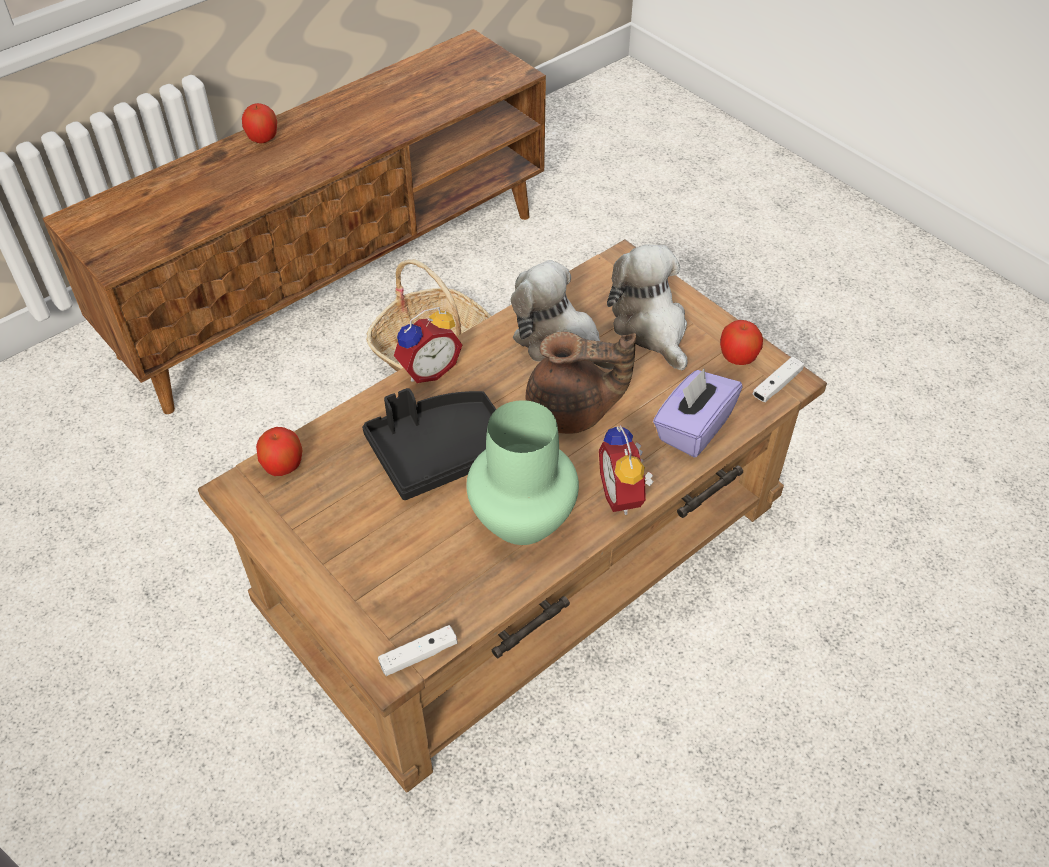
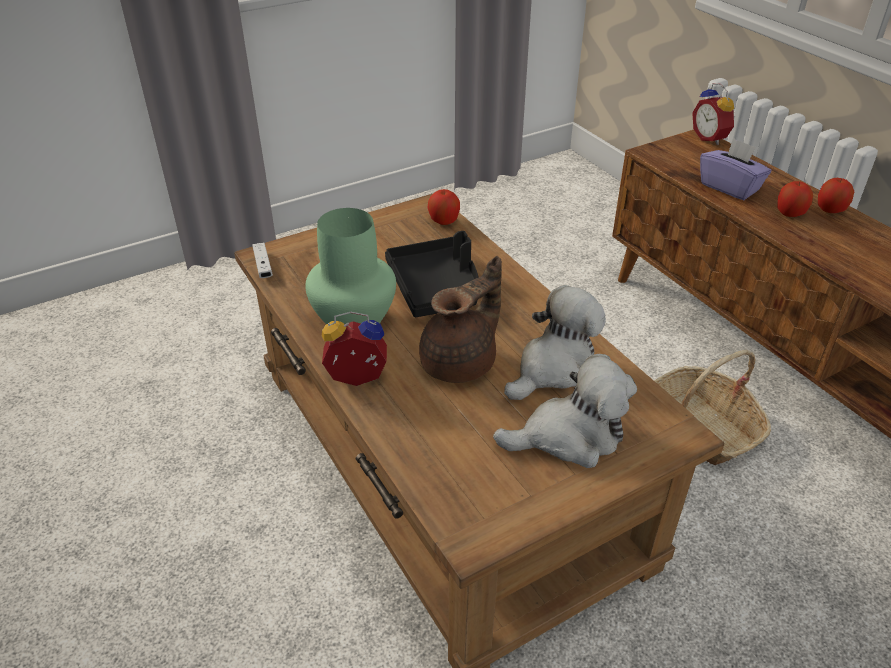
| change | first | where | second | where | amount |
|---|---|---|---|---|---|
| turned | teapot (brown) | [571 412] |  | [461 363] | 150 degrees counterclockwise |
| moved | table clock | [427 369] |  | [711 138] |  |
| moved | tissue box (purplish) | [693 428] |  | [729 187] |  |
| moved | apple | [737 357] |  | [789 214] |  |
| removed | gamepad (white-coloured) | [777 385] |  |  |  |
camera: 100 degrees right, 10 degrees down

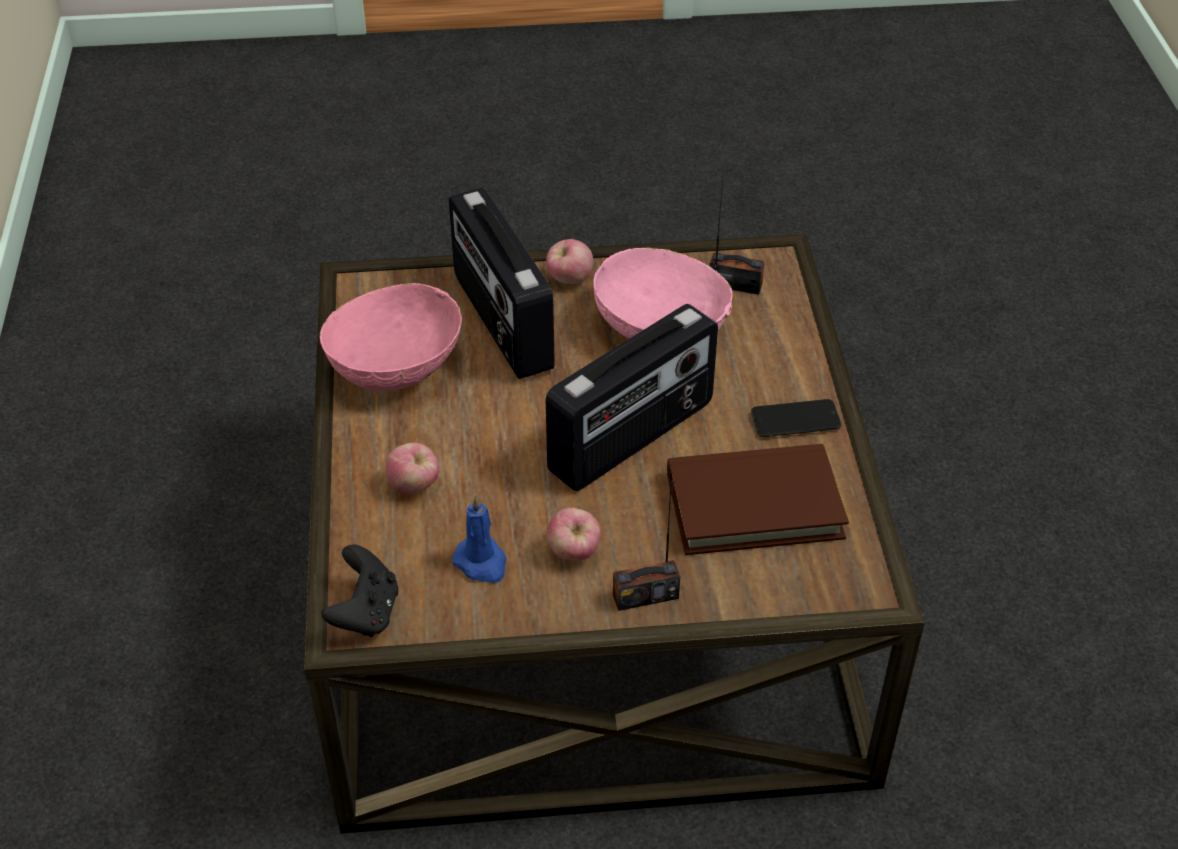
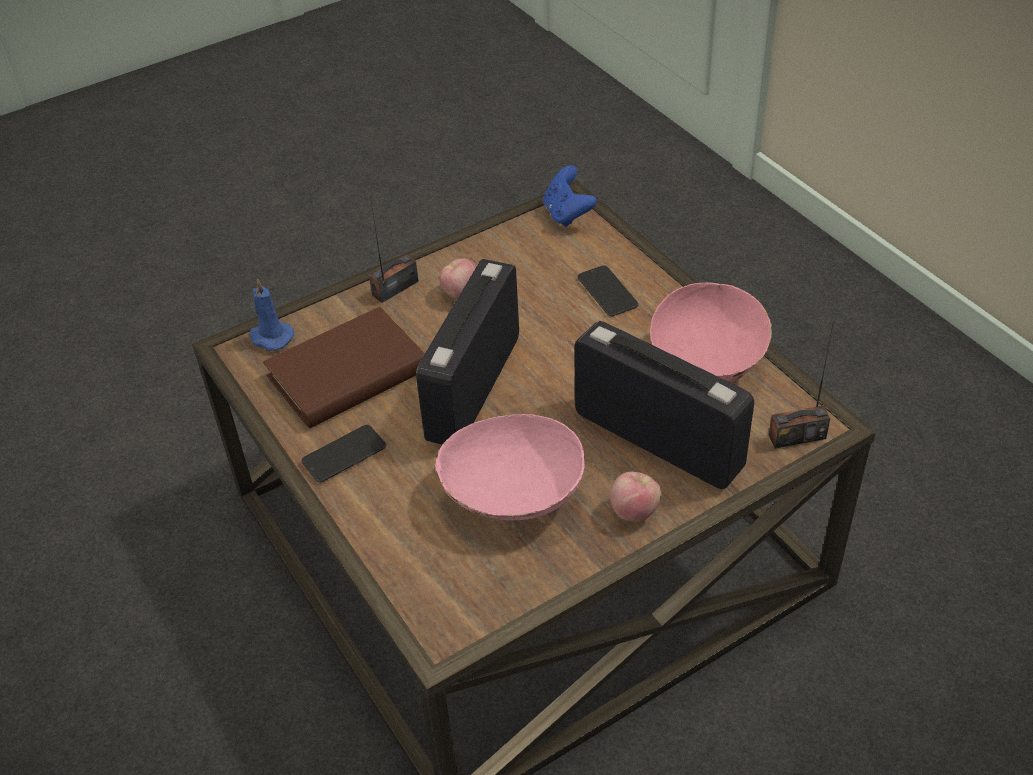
| change | first | where | second | where | amount |
|---|---|---|---|---|---|
| moved | wax candle (blue-coloured) | [482 563] |  | [270 337] |  |
| recoloured | gamepad (blackish) | [365 613] | gamepad (blue-coloured) | [567 214] |  |
| replaced | apple | [414 486] | handset | [607 292] |  |
| moved | radio set | [735 284] |  | [797 436] |  |
camera: 155 degrees right, 0 degrees up

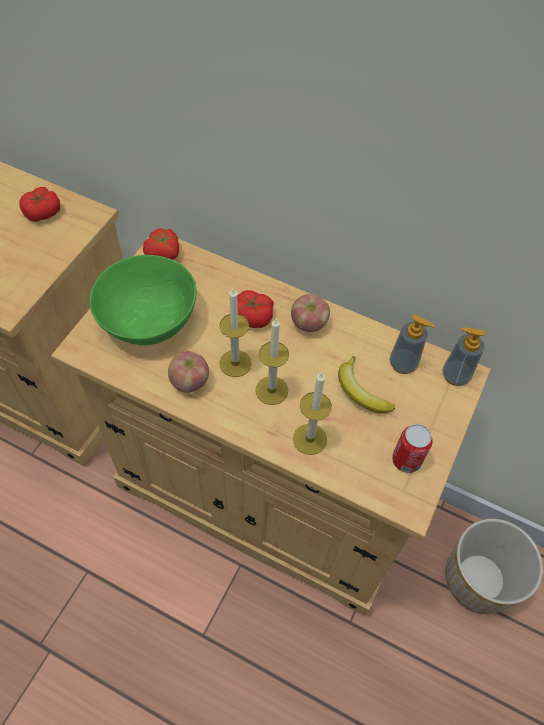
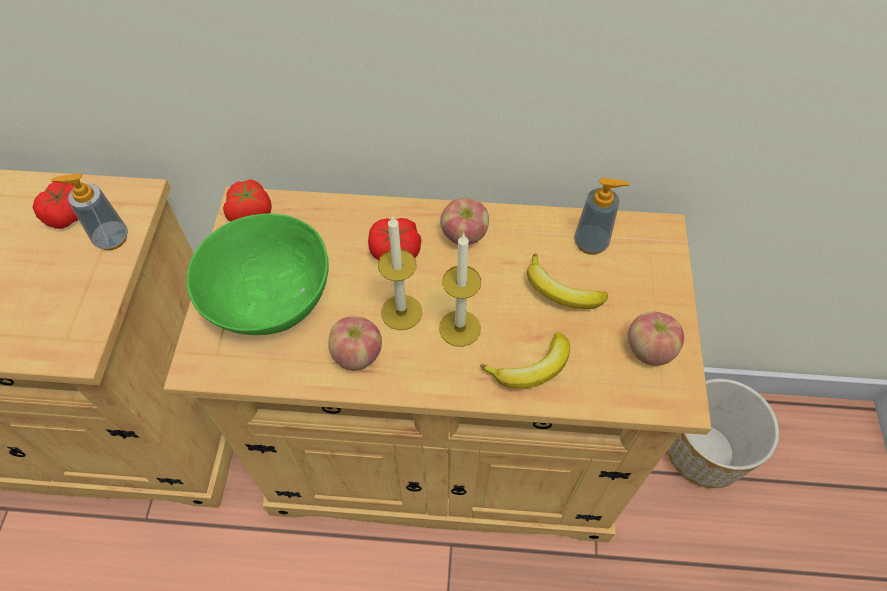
| change | first | where | second | where | amount |
|---|---|---|---|---|---|
| moved | soap bottle | [455 375] |  | [112 238] |  |
| replaced | wax candle | [309 439] | whole banana | [531 368] |  |
| replaced | metal can | [406 460] | apple | [649 349] |  |
camera: 20 degrees left, 0 degrees up

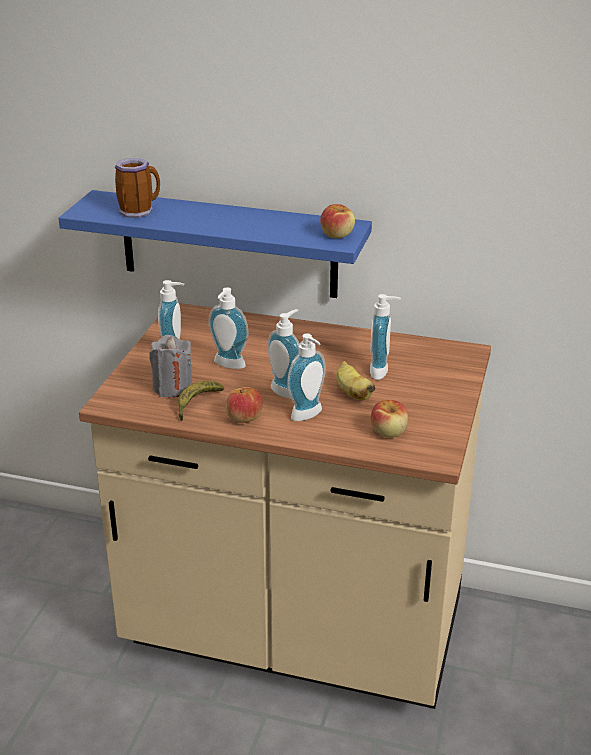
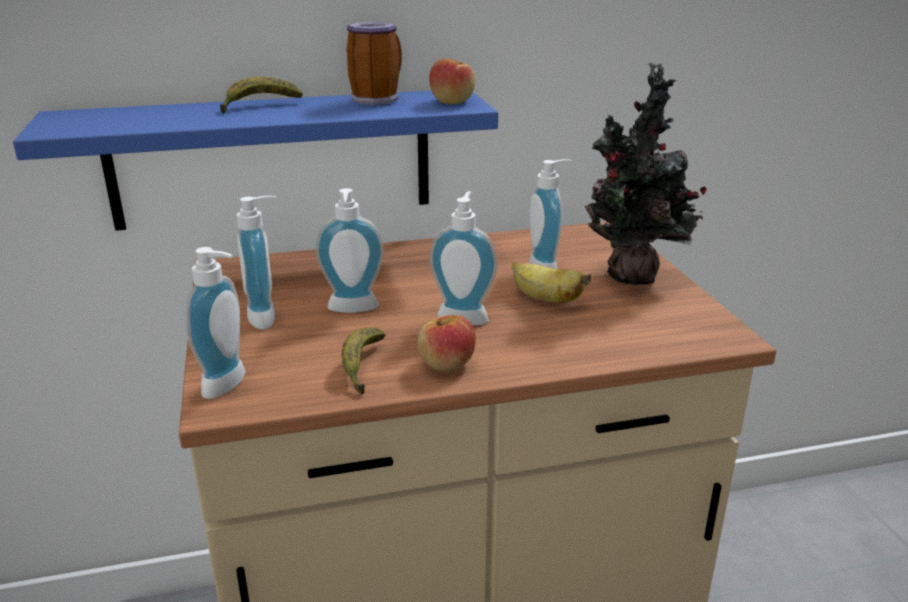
| change | first | where | second | where | amount |
|---|---|---|---|---|---|
| moved | soap bottle | [309 416] |  | [230 385] |  |
| added |  |  | whole banana | [259 106] |  |
| moved | coffee mug | [139 211] |  | [377 99] |  |
| added |  |  | potted plant | [633 278] |  |
| removed | wax candle (gray) | [172 387] |  |  |  |
| removed | apple | [389 432] |  |  |  |
camera: 30 degrees left, 5 degrees down

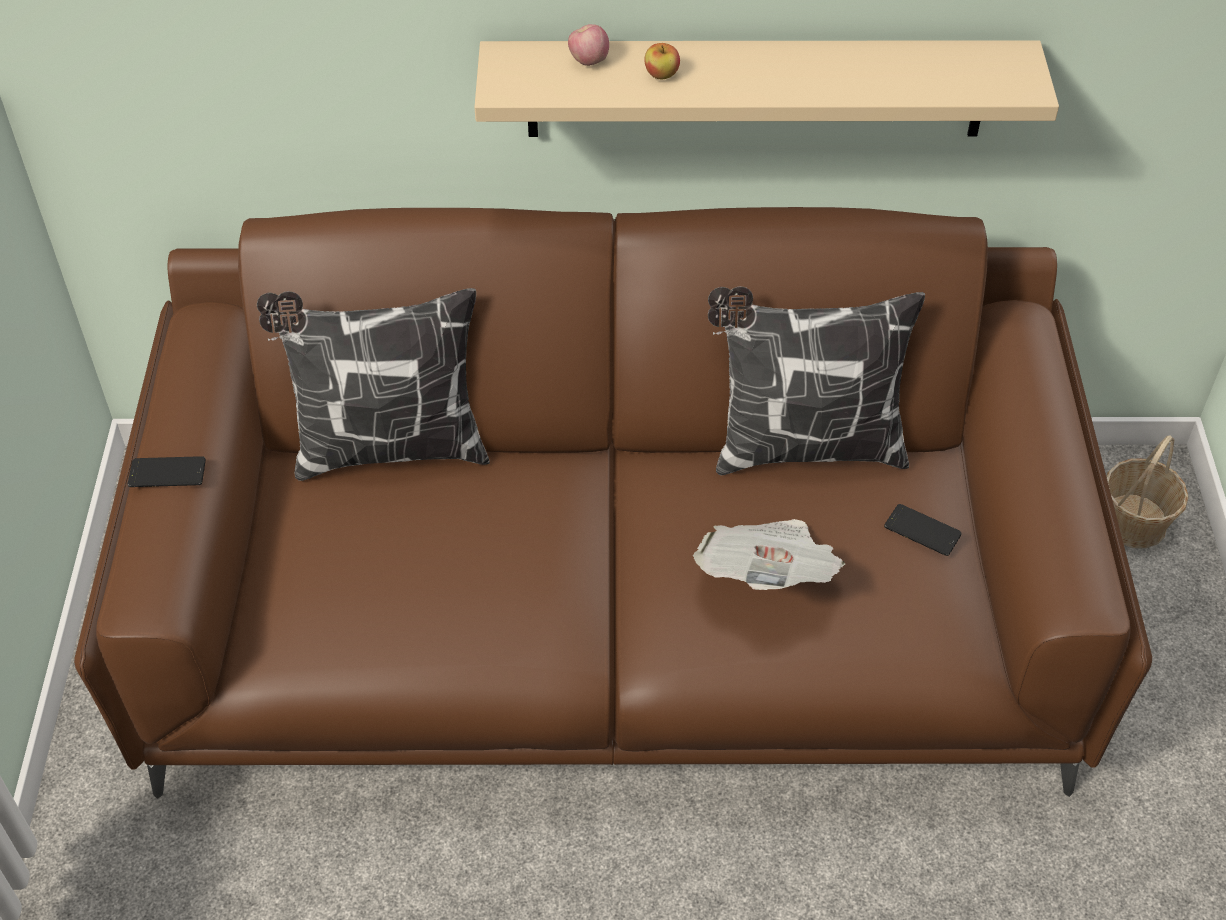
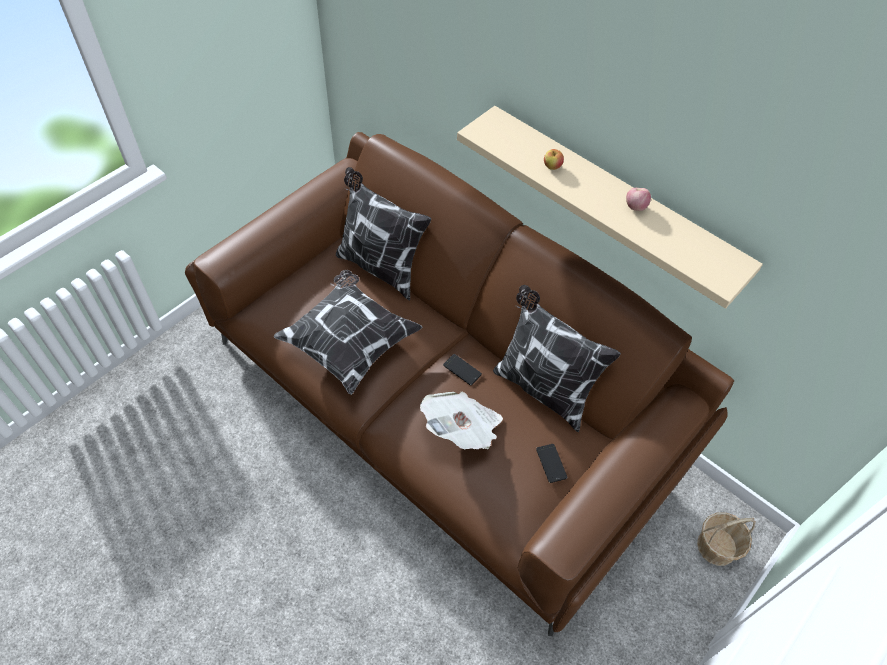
| change | first | where | second | where | amount |
|---|---|---|---|---|---|
| added |  |  | pillow | [350 343] |  |
| moved | handset | [167 473] |  | [462 370] |  |
| moved | apple | [588 61] |  | [635 207] |  |
camera: 40 degrees right, 5 degrees up

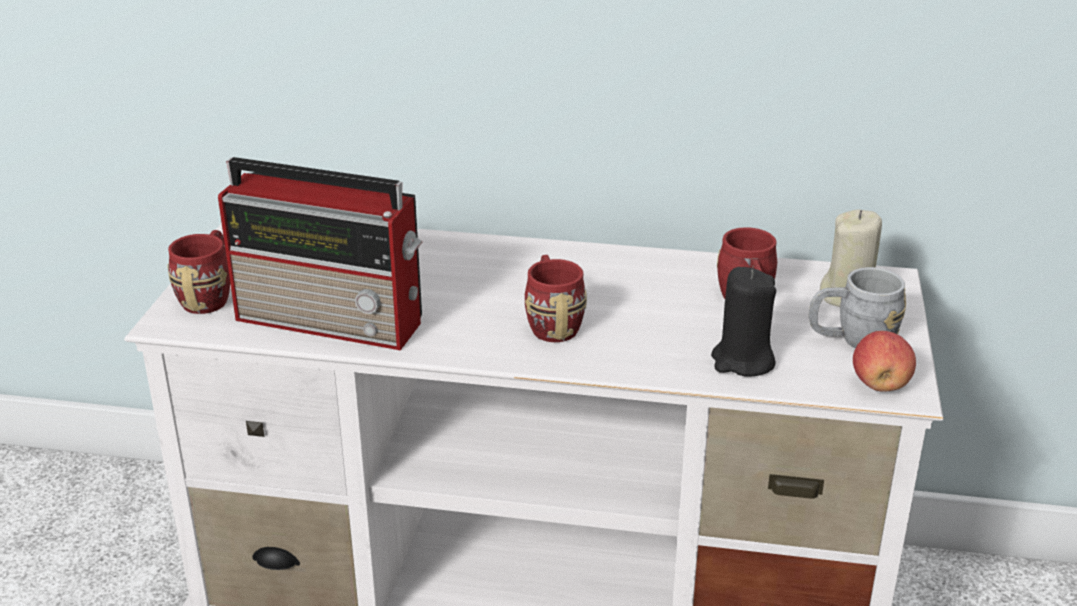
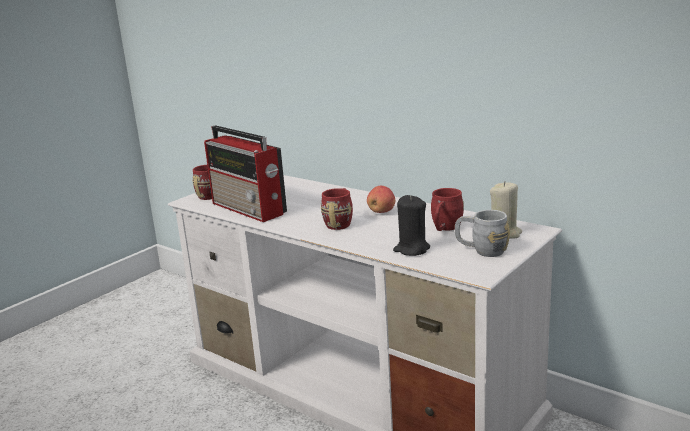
| change | first | where | second | where | amount |
|---|---|---|---|---|---|
| moved | apple | [880 385] |  | [381 212] |  |
camera: 30 degrees right, 10 degrees down

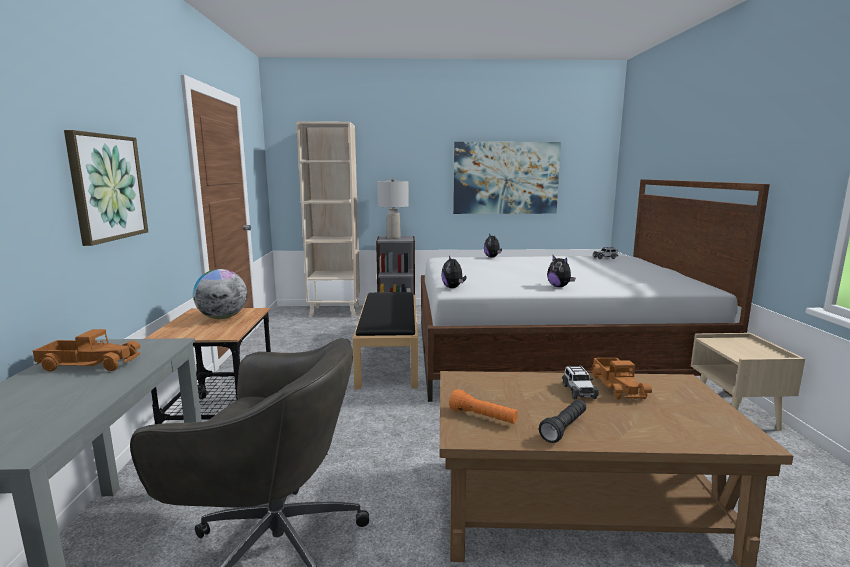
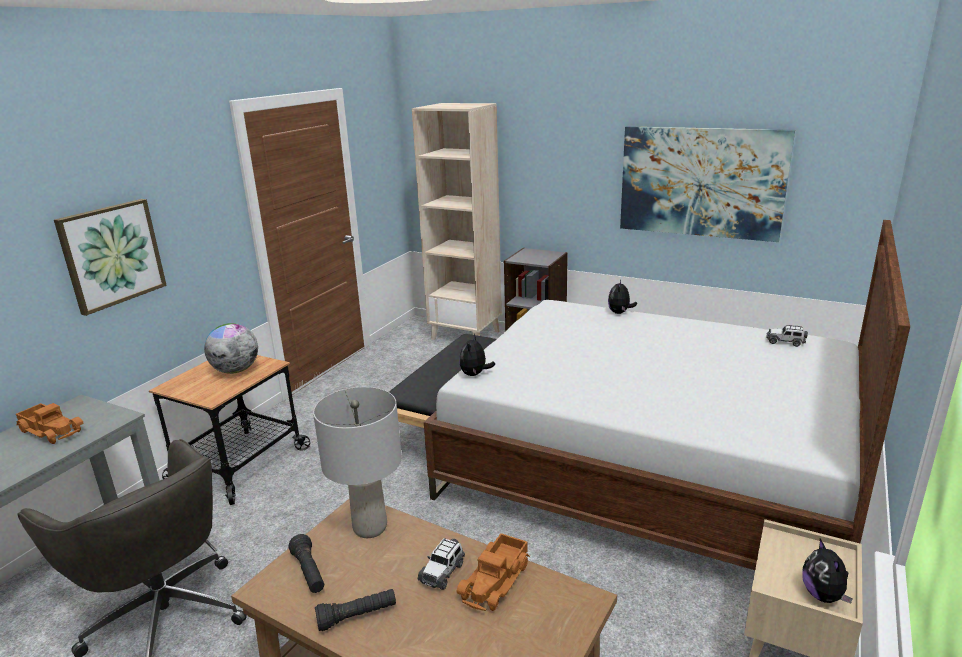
| change | first | where | second | where | amount |
|---|---|---|---|---|---|
| recoloured | hand torch (orange-coloured) | [483 417] | hand torch (blackish) | [309 572] |  |
| moved | table lamp (gray) | [394 238] |  | [370 528] |  |
| moved | soft toy | [559 287] |  | [823 595] |  |
camera: 30 degrees right, 10 degrees up

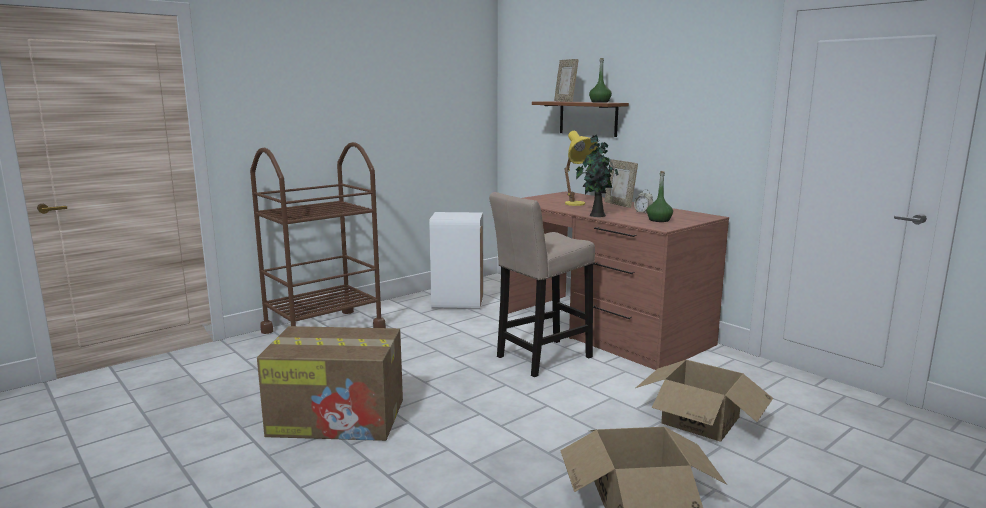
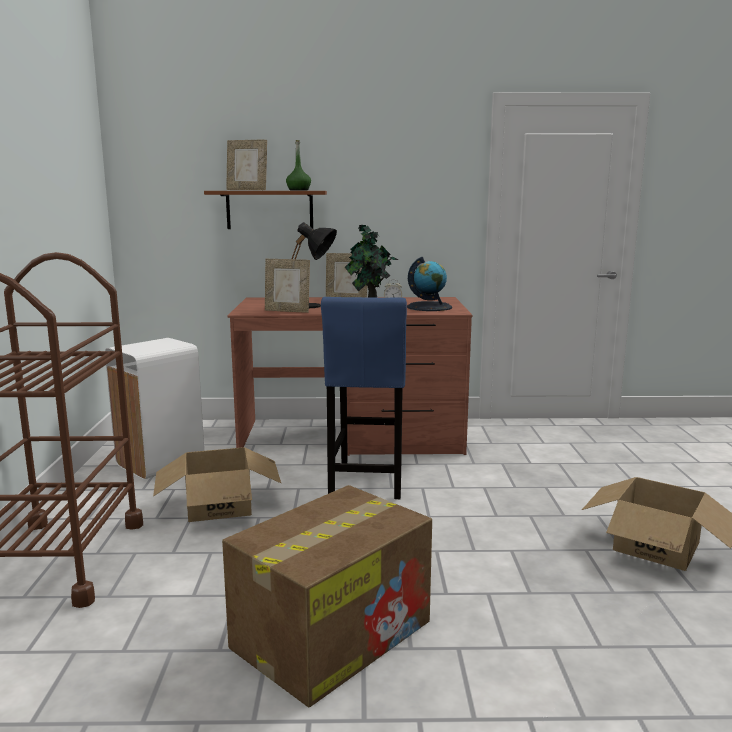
| change | first | where | second | where | amount |
|---|---|---|---|---|---|
| moved | carton | [701 420] |  | [219 505] |  |
| added |  |  | photo frame | [287 311] |  |
| recoloured | table lamp (yellow) | [577 205] | table lamp (blackish) | [316 307] |  |
| recoloured | sitting stool (beige) | [540 358] | sitting stool (blue-coloured) | [366 482] |  |
| replaced | beverage bottle (greenish) | [659 220] | globe | [429 307] |  |
camera: 50 degrees left, 0 degrees up

